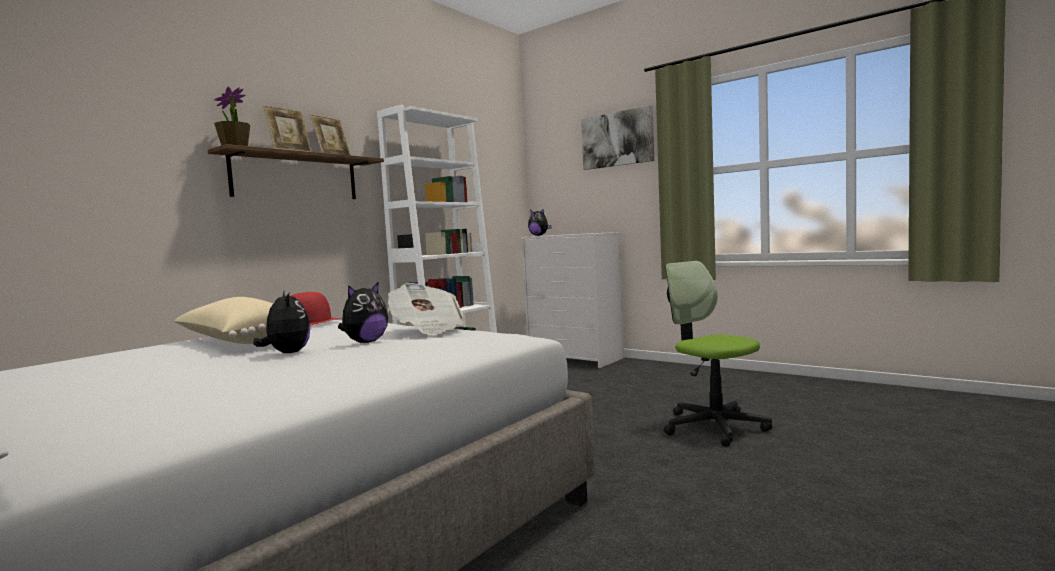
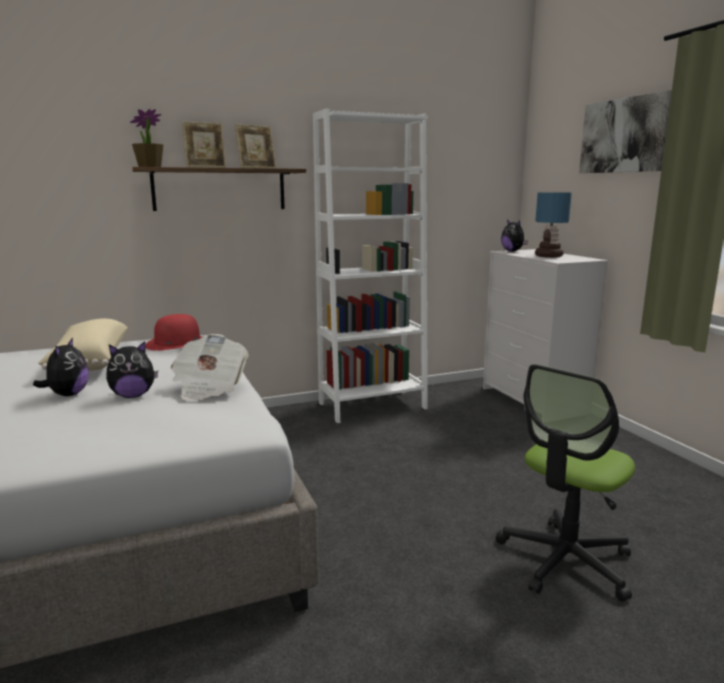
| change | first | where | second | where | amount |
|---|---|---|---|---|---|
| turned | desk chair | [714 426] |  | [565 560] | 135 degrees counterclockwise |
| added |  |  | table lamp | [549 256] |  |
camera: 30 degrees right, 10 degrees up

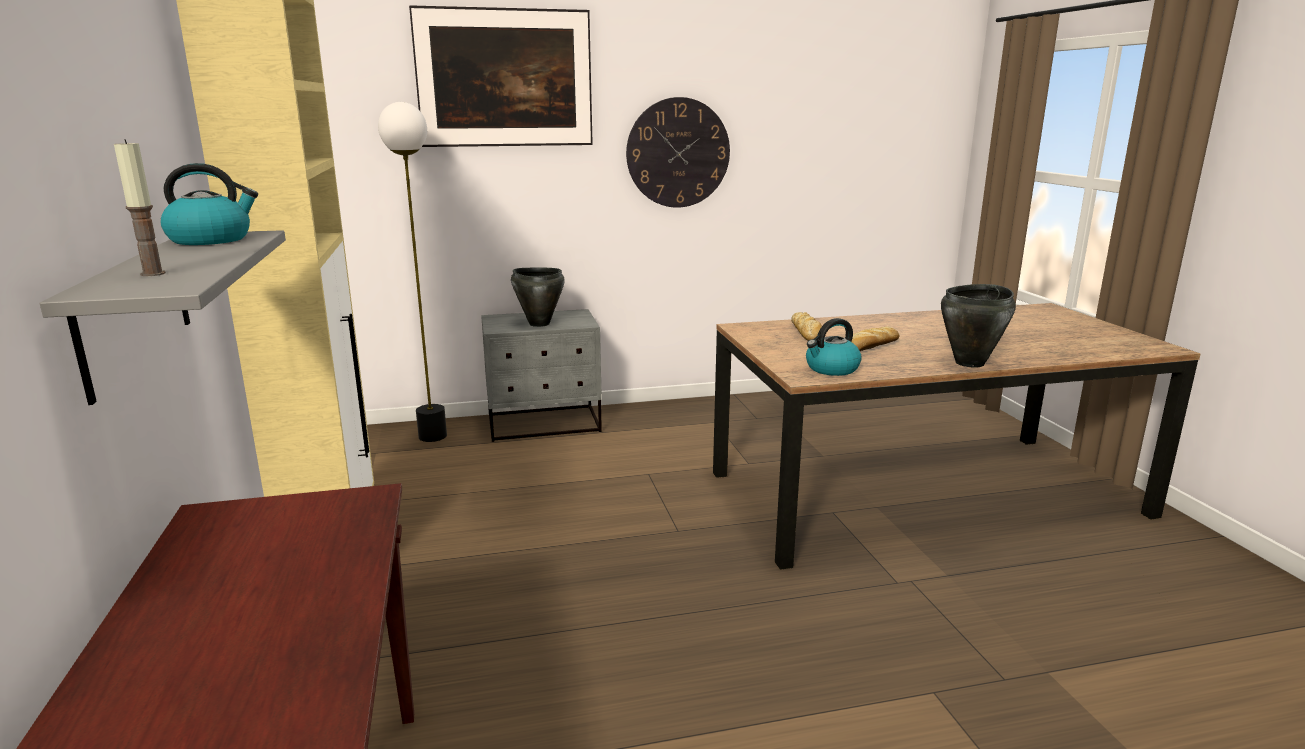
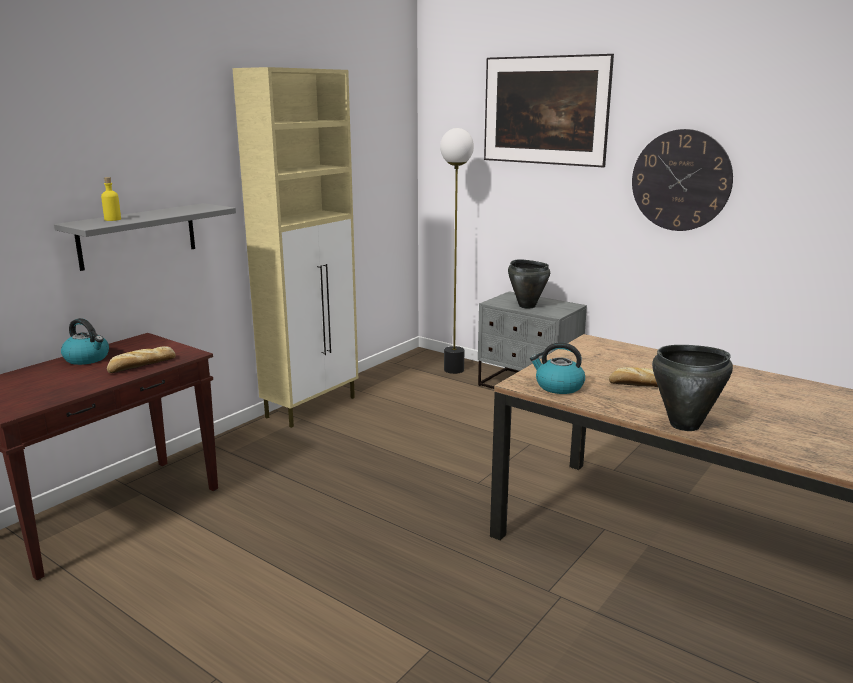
| change | first | where | second | where | amount |
|---|---|---|---|---|---|
| moved | tea kettle | [211 240] |  | [87 358] |  |
| replaced | wax candle | [153 274] | beverage bottle (yellow) | [113 219] |  |
| moved | bread | [806 333] |  | [141 365] |  |
camera: 50 degrees right, 0 degrees up

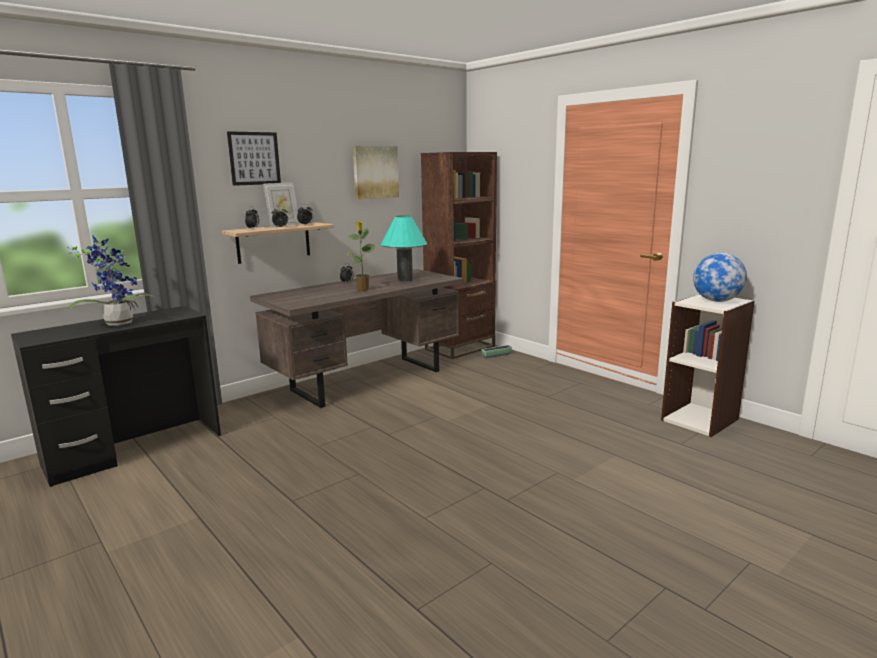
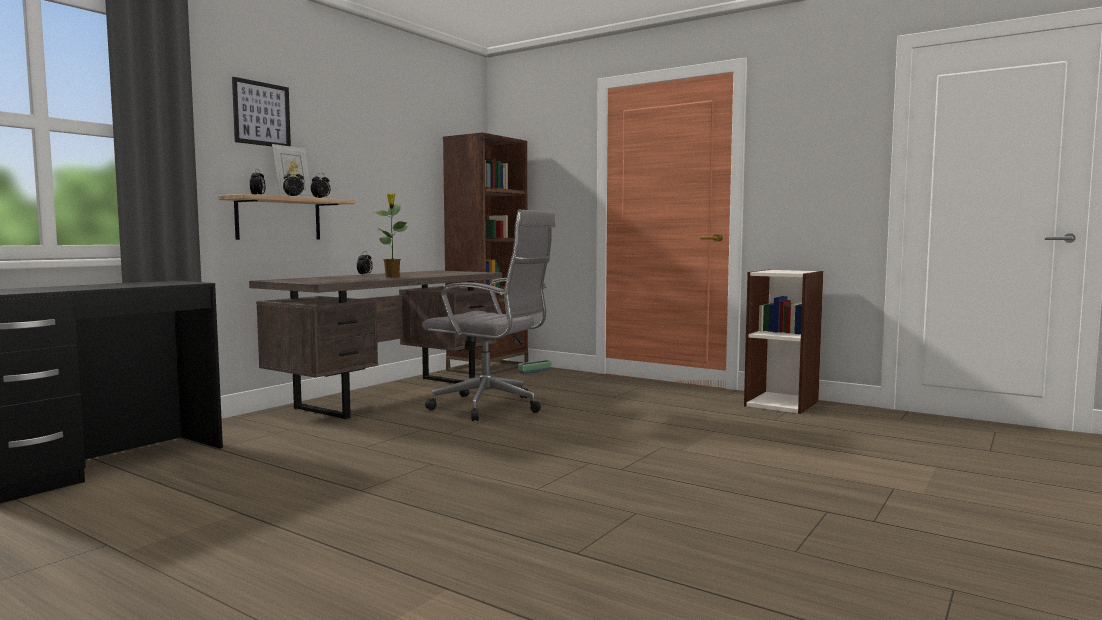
| change | first | where | second | where | amount |
|---|---|---|---|---|---|
| added |  |  | desk chair (gray) | [491 407] |  |
| removed | potted plant | [118 322] |  |  |  |
| removed | picture | [375 172] |  |  |  |
| removed | table lamp (turquoise-coloured) | [405 280] |  |  |  |
| removed | globe | [716 301] |  |  |  |
camera: 15 degrees left, 10 degrees down

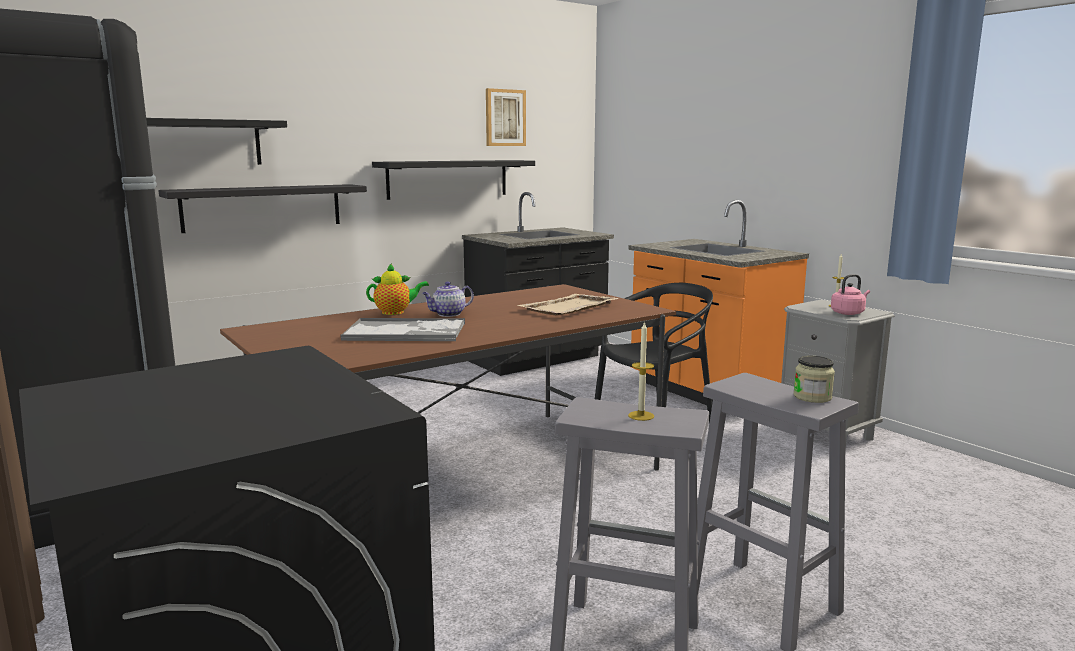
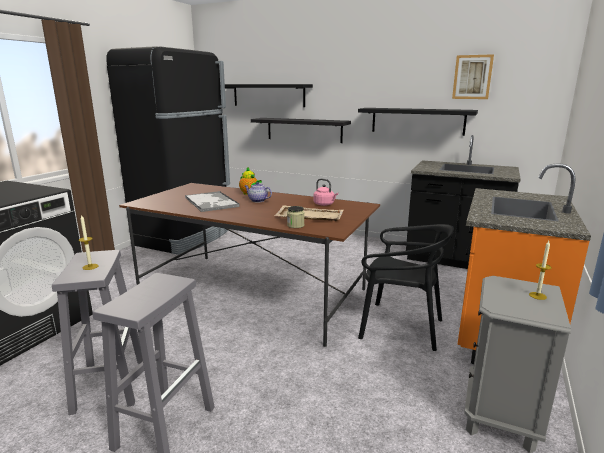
| change | first | where | second | where | amount |
|---|---|---|---|---|---|
| moved | storage jar | [812 397] |  | [295 225] |  |
| moved | tea kettle (pink-coloured) | [848 313] |  | [325 204] |  |
camera: 60 degrees right, 5 degrees up

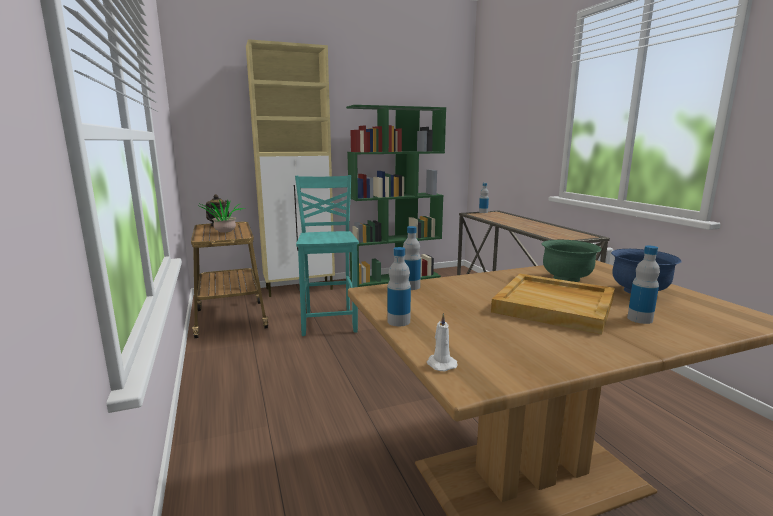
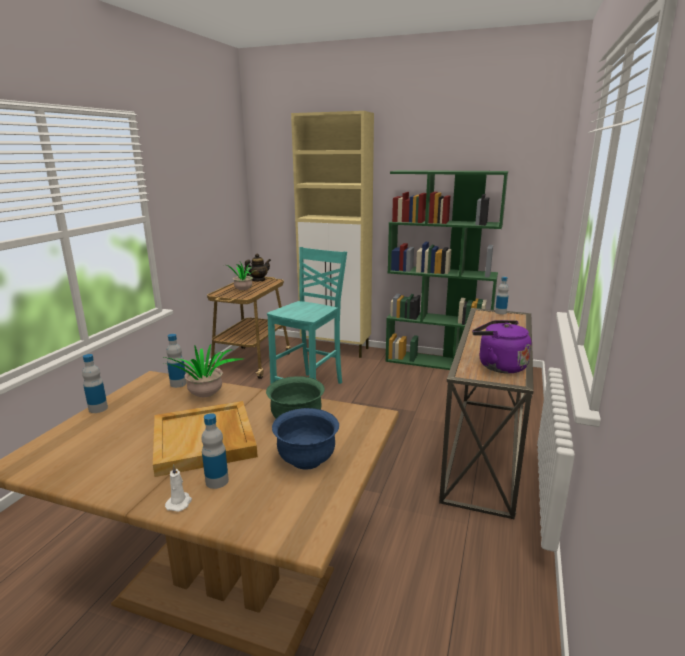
| change | first | where | second | where | amount |
|---|---|---|---|---|---|
| added |  |  | potted plant | [206 397] |  |
| moved | wax candle (white-coloured) | [440 364] |  | [179 503] |  |
| added |  |  | tea kettle (purplish) | [499 366] |  |
camera: 40 degrees right, 5 degrees up

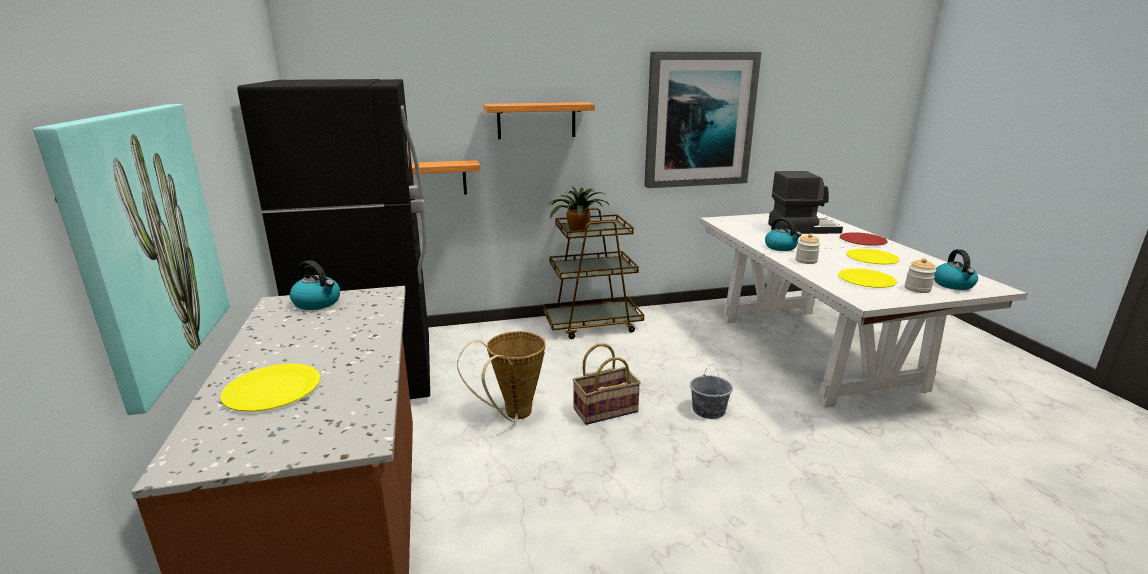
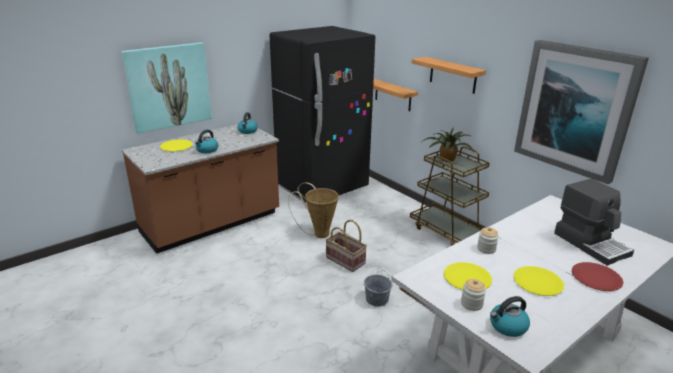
| change | first | where | second | where | amount |
|---|---|---|---|---|---|
| moved | tea kettle | [781 247] |  | [207 150] |  |
camera: 65 degrees right, 5 degrees up

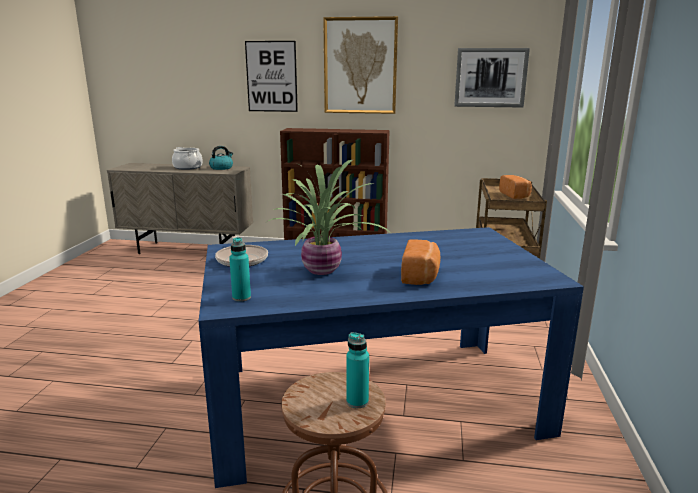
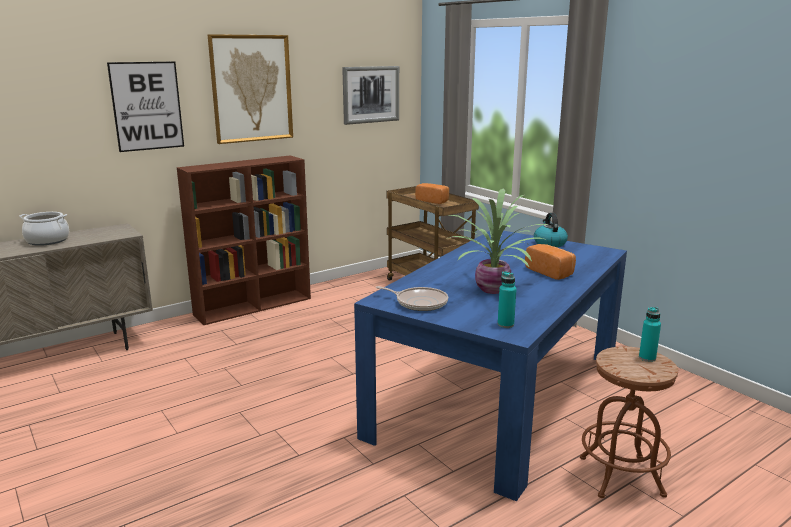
| change | first | where | second | where | amount |
|---|---|---|---|---|---|
| moved | tea kettle | [221 168] |  | [549 243] |  |
camera: 45 degrees left, 0 degrees up

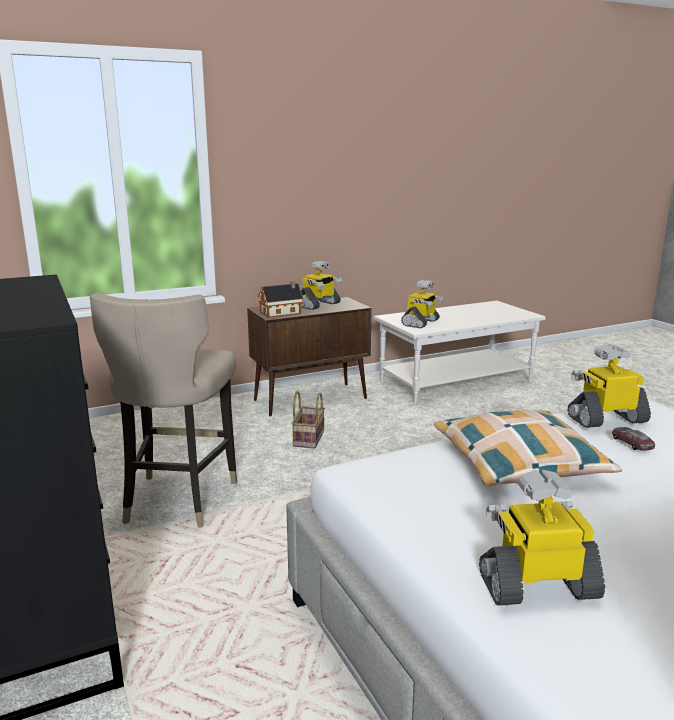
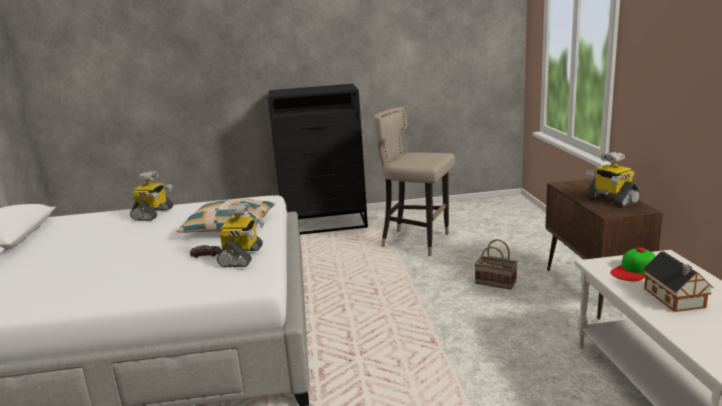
| change | first | where | second | where | amount |
|---|---|---|---|---|---|
| replaced | robot figure | [421 323] | peaked cap | [634 270] |  |
| moved | toy house | [282 313] |  | [675 299] |  |
camera: 110 degrees right, 0 degrees up

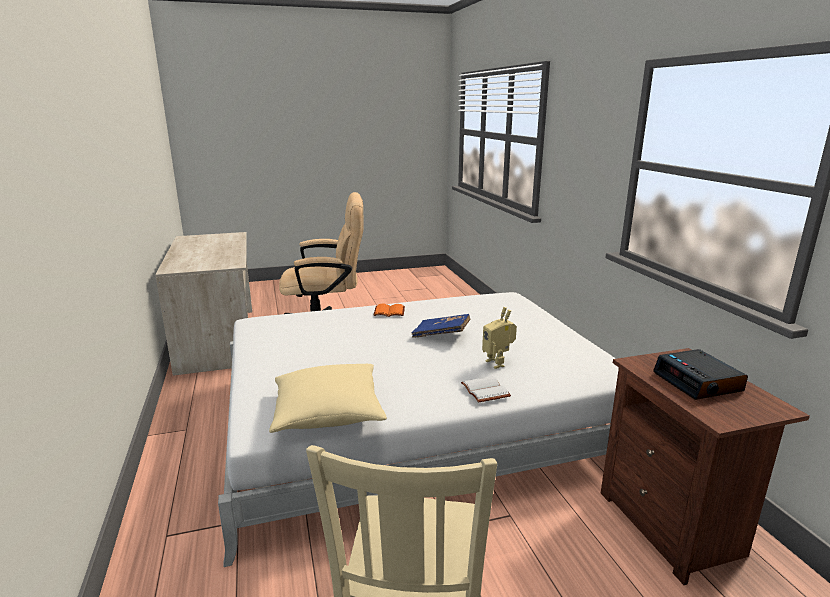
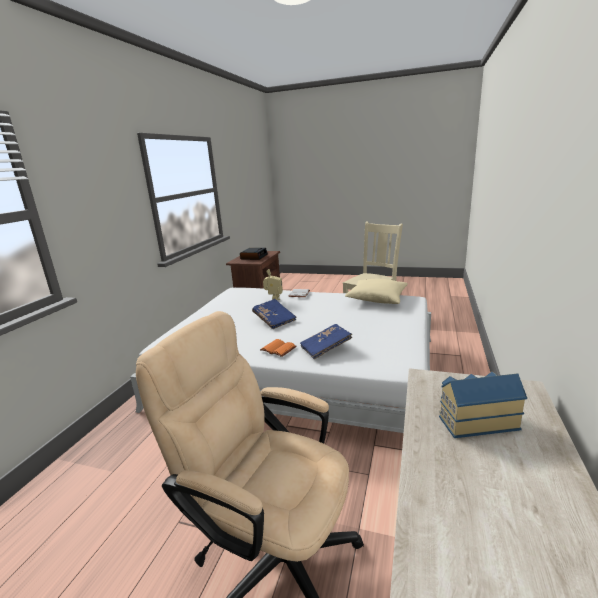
| change | first | where | second | where | amount |
|---|---|---|---|---|---|
| added |  |  | bound book (blue-coloured) | [326 348] |  |
| added |  |  | toy house | [475 420] |  |
camera: 145 degrees left, 0 degrees up

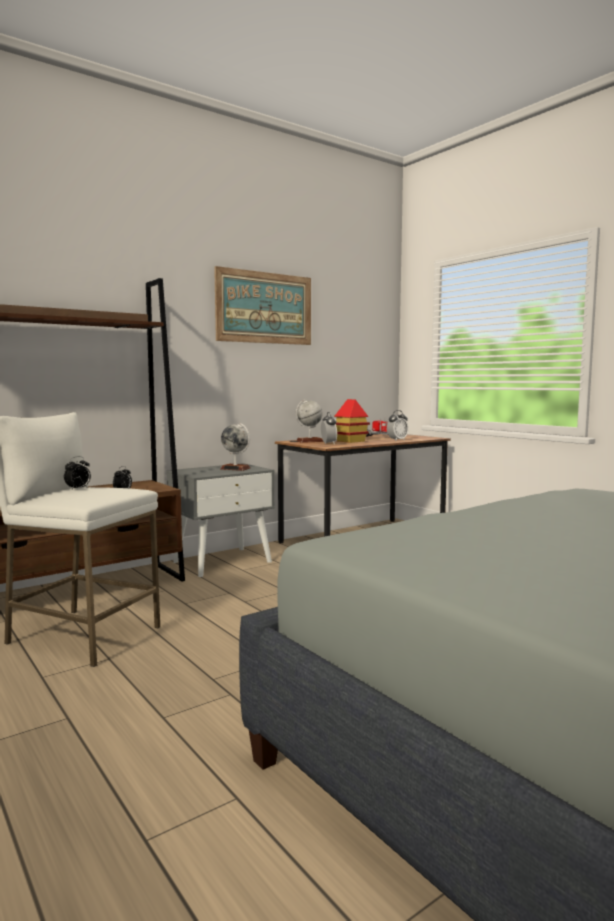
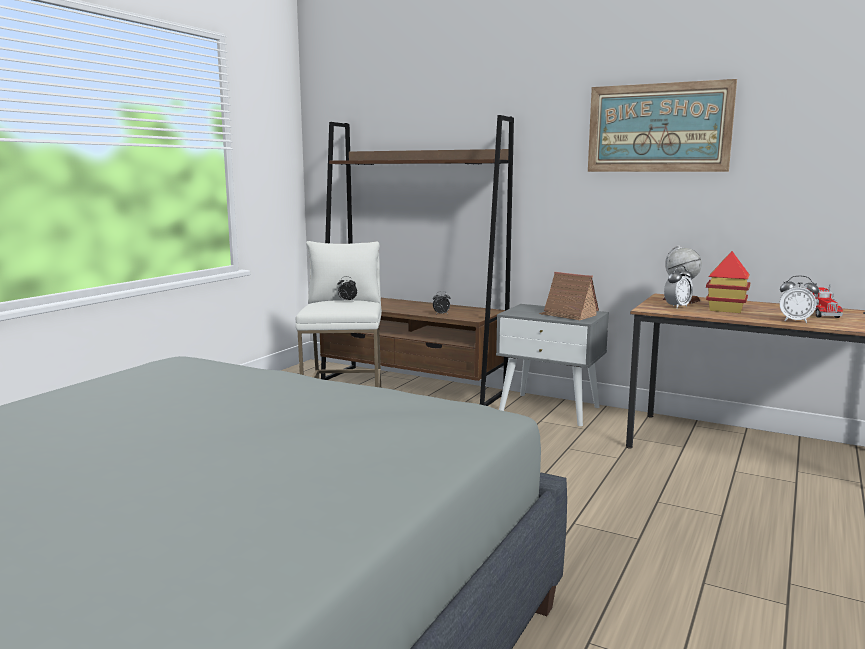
| change | first | where | second | where | amount |
|---|---|---|---|---|---|
| replaced | globe | [235 468] | toy house | [568 315] |  |
camera: 65 degrees right, 5 degrees up

